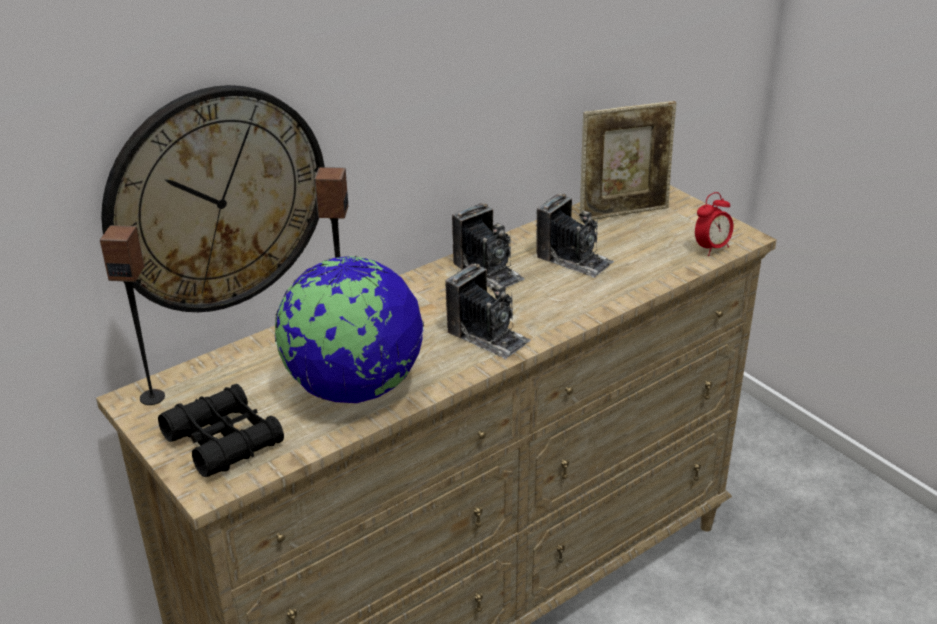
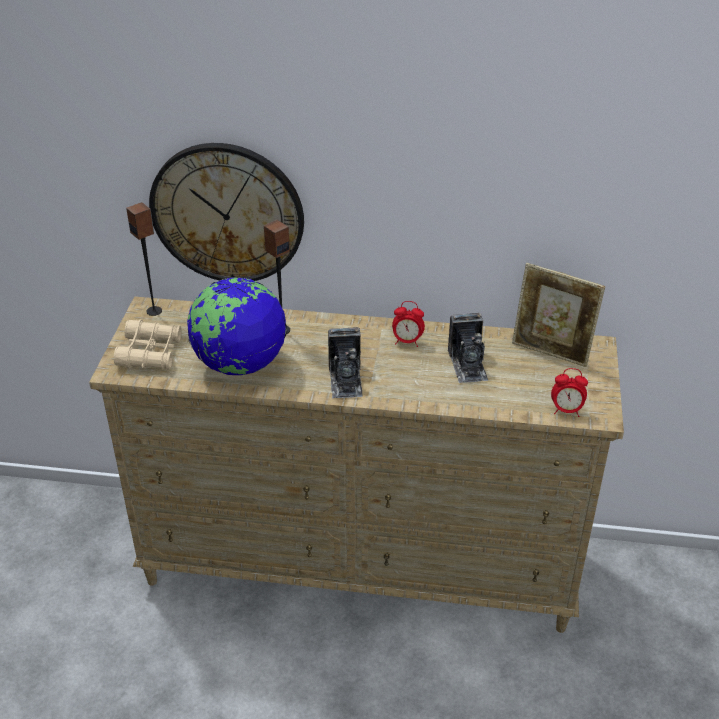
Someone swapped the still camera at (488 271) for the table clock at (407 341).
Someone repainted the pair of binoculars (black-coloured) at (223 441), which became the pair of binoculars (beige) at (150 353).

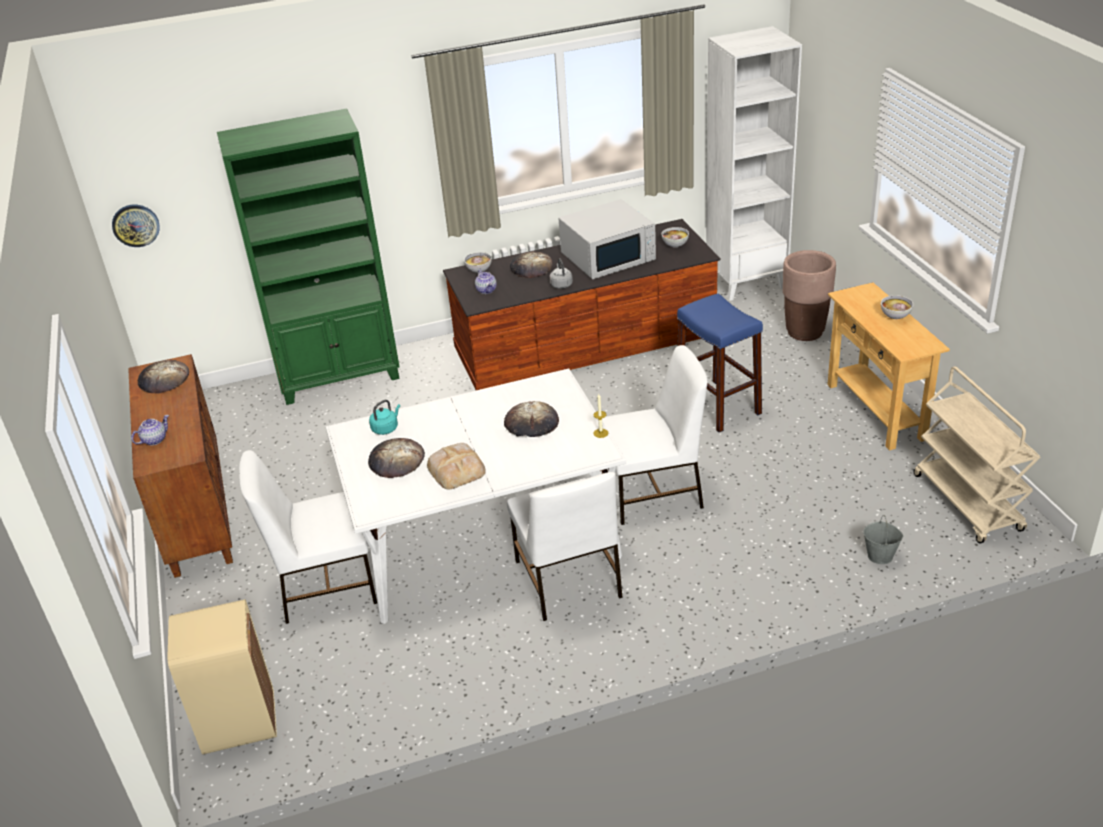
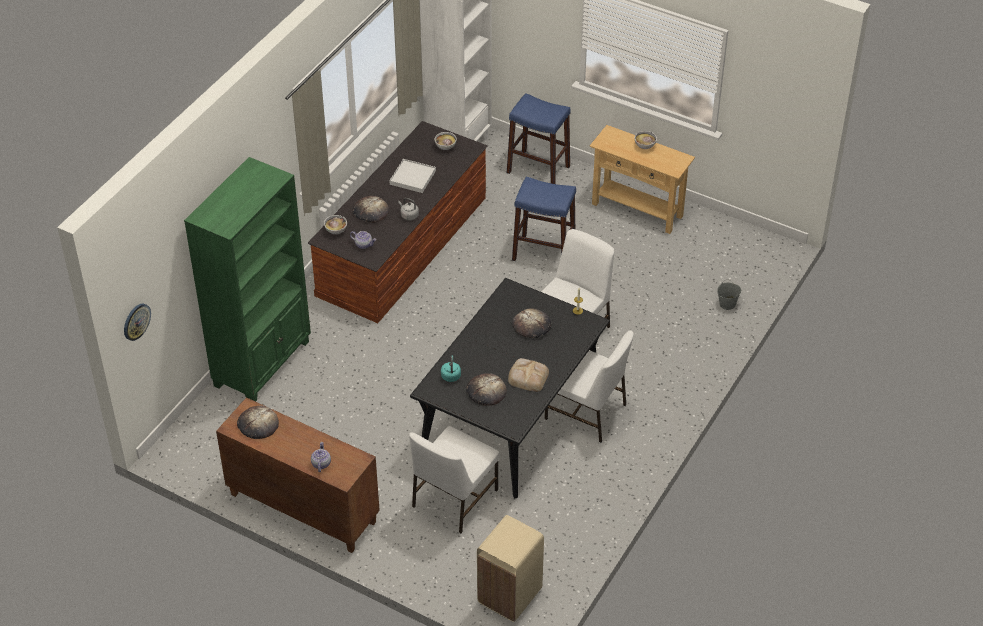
Someone took away the cart (beige) at (968 503).
Someone swapped the kitchen microwave (white-coloured) at (608 257) for the tray (white-coloured) at (412 177).
Someone swapped the plant pot (brown-coloured) at (804 332) for the sitting stool (bluish) at (538 169).
Someone repainted the dinner table (white-coloured) at (485 539), which became the dinner table (black-coloured) at (511 417).

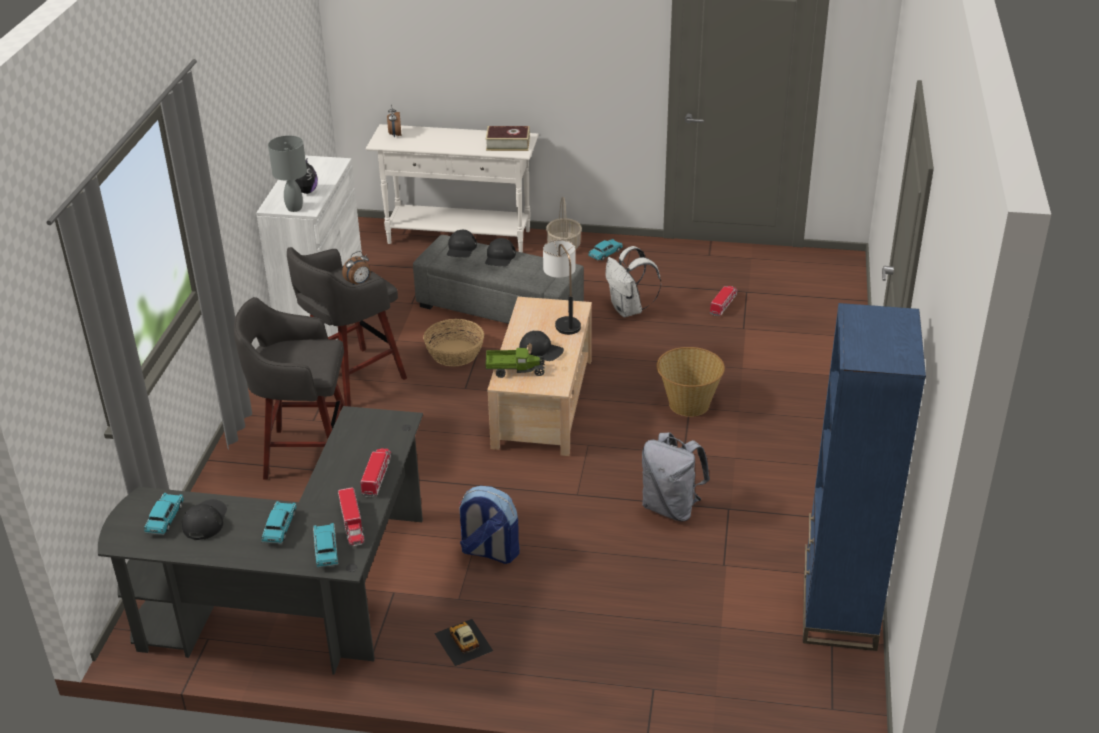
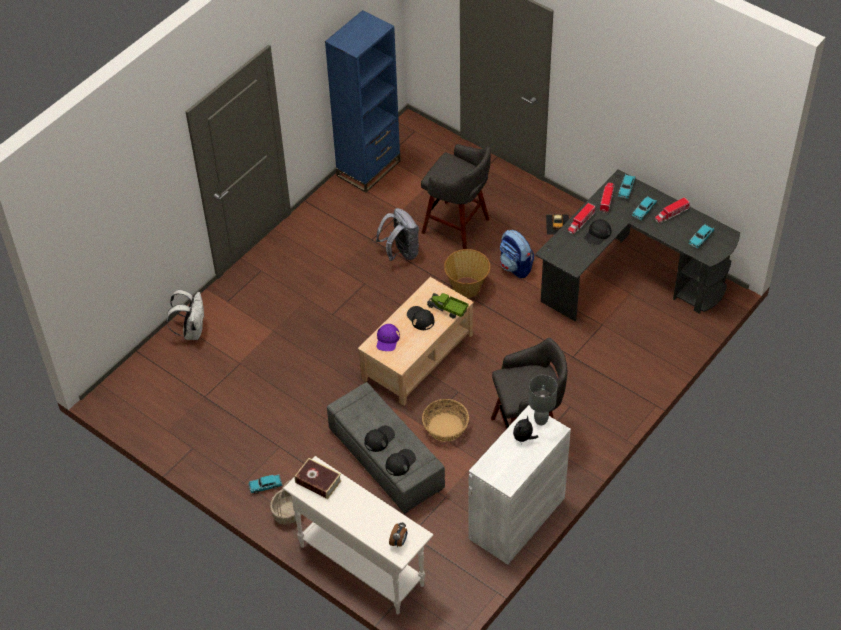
Someone took away the table clock at (359 283).
Someone carried the peaked cap (black-coloured) from (205 521) to (597 234).
Someone carried the sitting stool (gray) from (305 454) to (457 227).
Someone carried the rucksack (white-coloured) from (629 310) to (192 331).
Someone carried the household basket from (688 404) to (467 287).
Someone carried the toy lorry from (723 304) to (671 214).
Someone swapped the lamp for a table at (563 319) for the peaked cap (purplish) at (387 339).

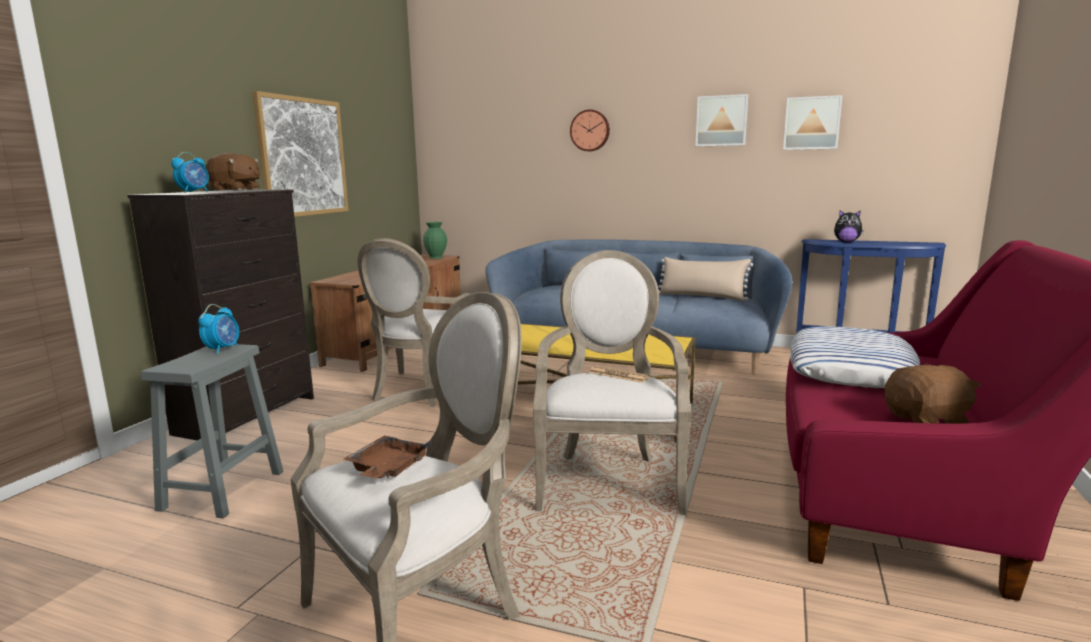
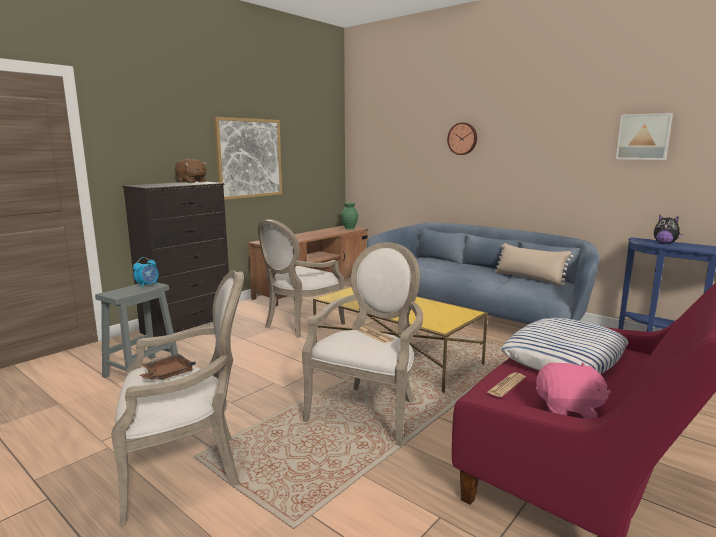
Someone took away the table clock at (194 192).
Someone took away the wall art at (721 121).
Someone put down the daily paper at (506 385).
Someone repainted the plush toy (brown-coloured) at (927 420), which became the plush toy (pinkish) at (568 409).

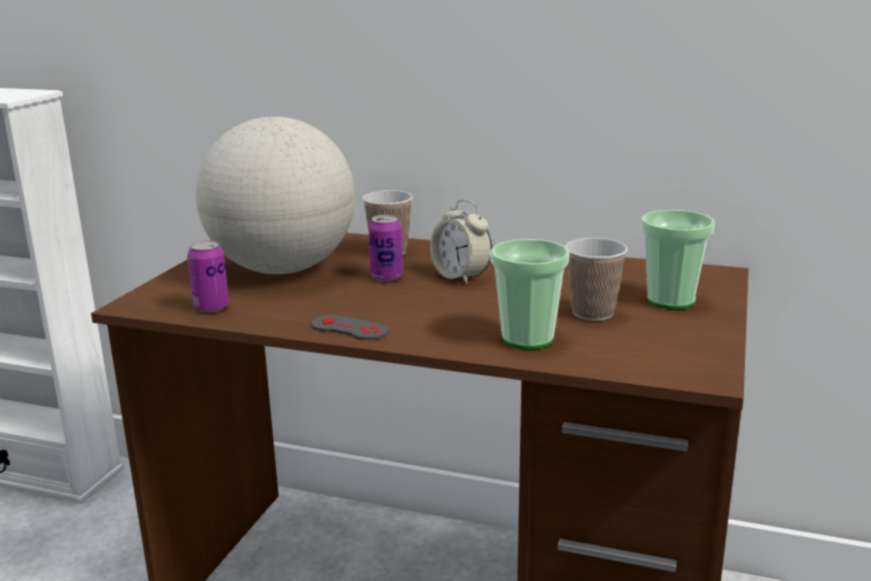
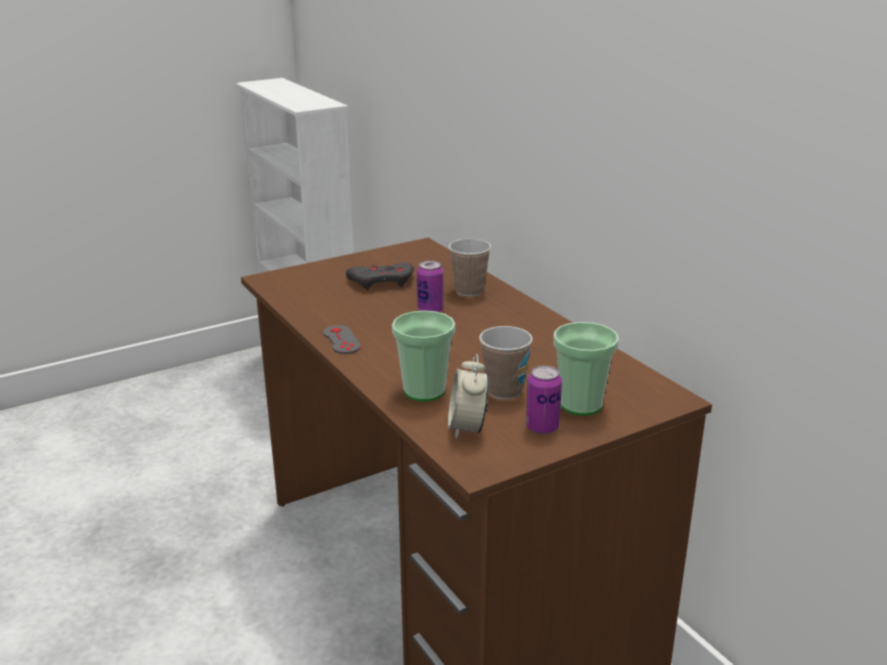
Someone carried the sealed can from (211 307) to (542 427).
Someone carried the table clock from (461 277) to (467 428).
Someone swapped the world globe at (282 269) for the gamepad (gray) at (382 282).

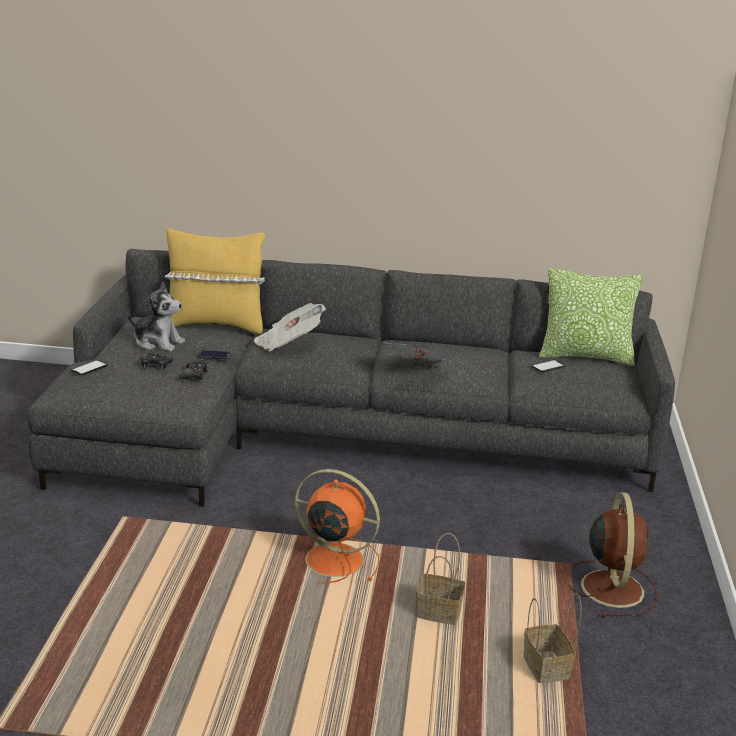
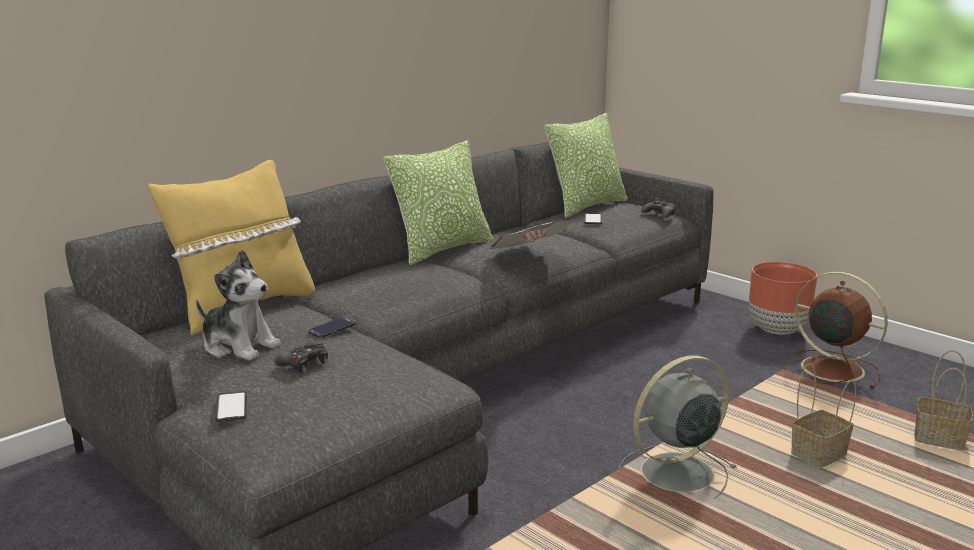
Someone took away the daily paper at (288 344).
Someone put down the pillow at (442 249).
Someone put down the plant pot (brown-coloured) at (777 330).
Someone carried the gamepad (black-coloured) from (194 375) to (659 214).
Someone repainted the cooling fan (orangey) at (331 560), which became the cooling fan (gray) at (674 475).
Someone rotated the plush toy at (158 343) by 60 degrees clockwise.

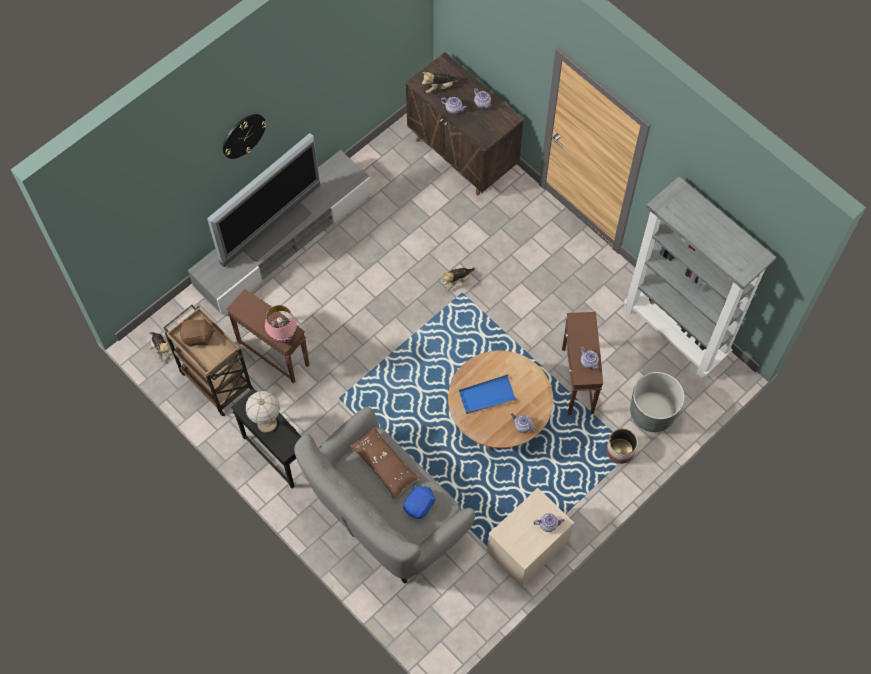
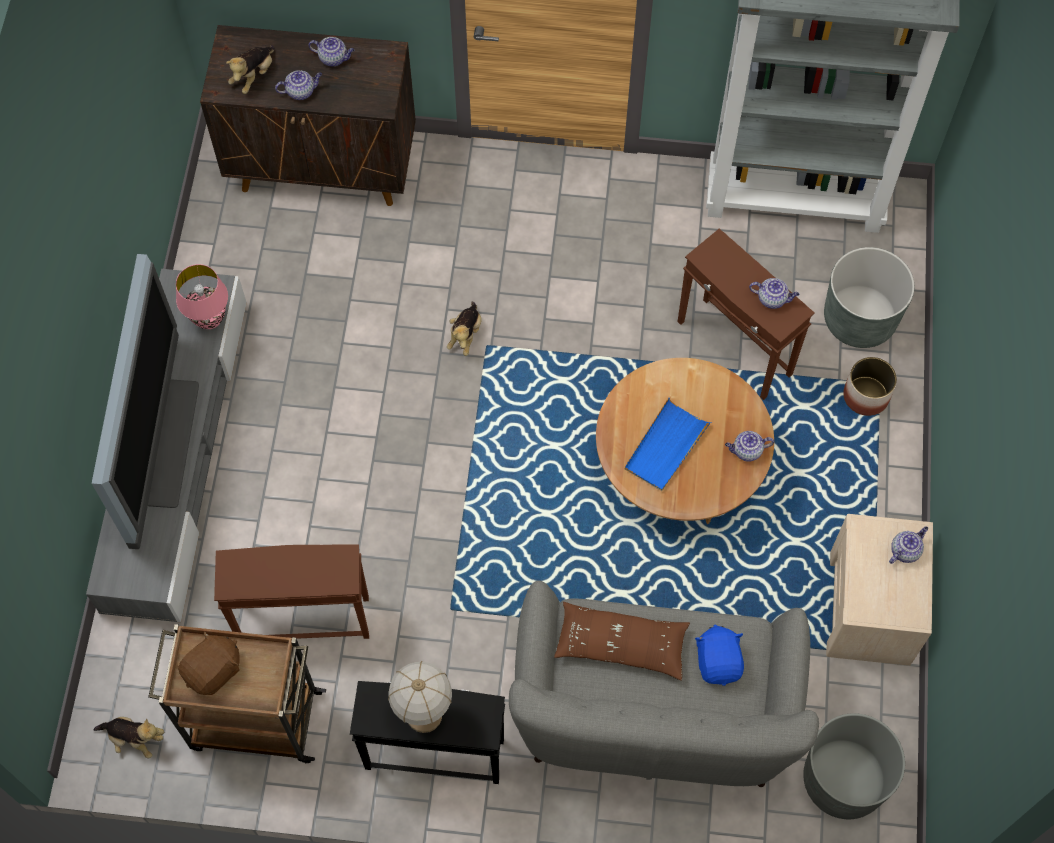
Someone took away the clock on the wall at (243 135).
Someone put down the plant pot (gray) at (843 780).
Someone carried the lamp for a table (pinkish) from (283 337) to (210 320).

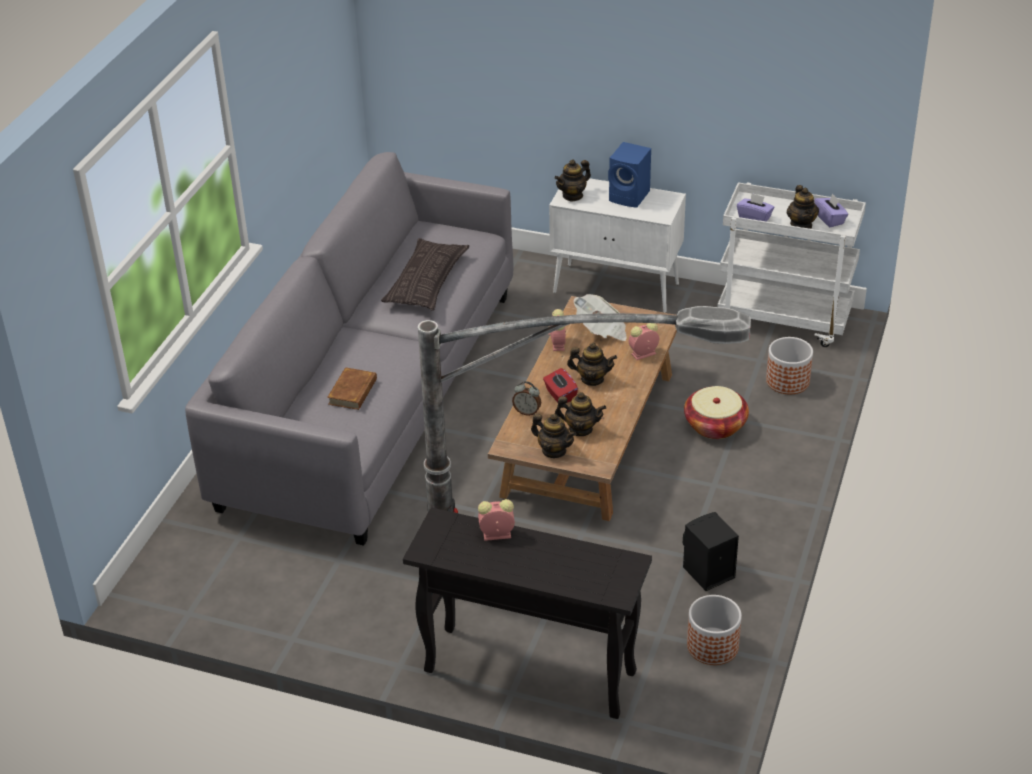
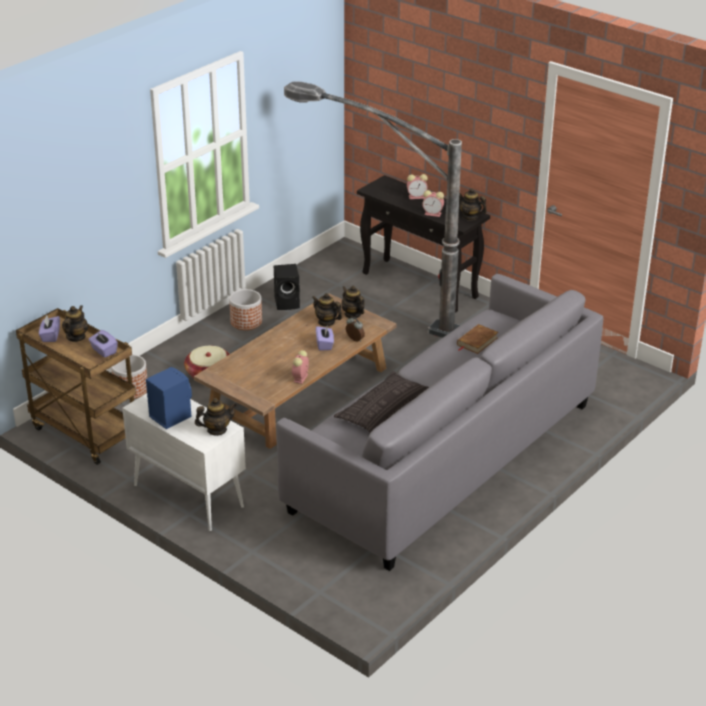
Someone took away the daily paper at (601 330).
Someone carried the tea pot from (592 379) to (470 217).
Someone carried the table clock from (643 354) to (417 197).
Someone carried the plant pot from (713 646) to (246 322).
Someone repainted the tissue holder (red) at (560 395), which became the tissue holder (purplish) at (324 344).
Someone repainted the cart (white-coloured) at (785 320), which became the cart (brown-coloured) at (83 433).

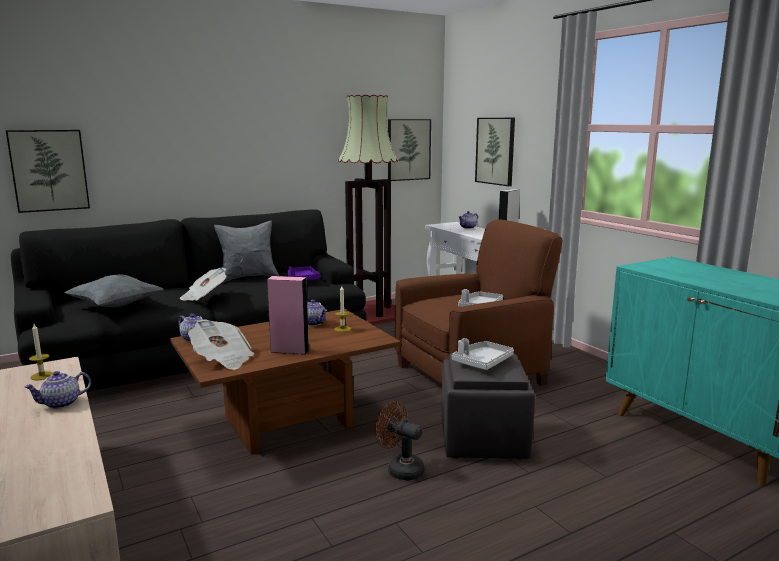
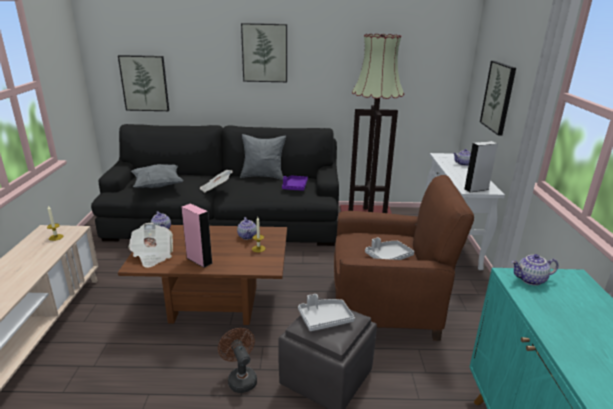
Someone carried the tea pot from (61 404) to (530 280).
Someone carried the wall art from (408 149) to (264 53).

